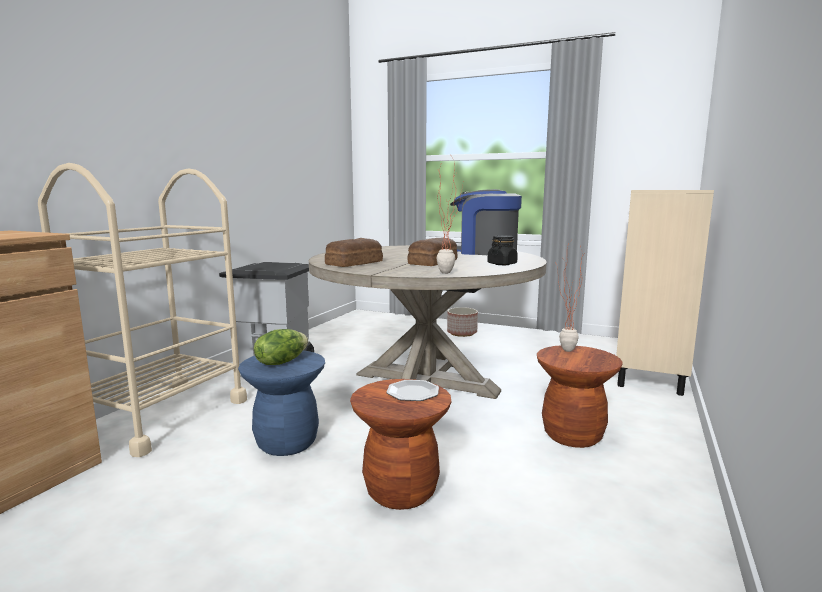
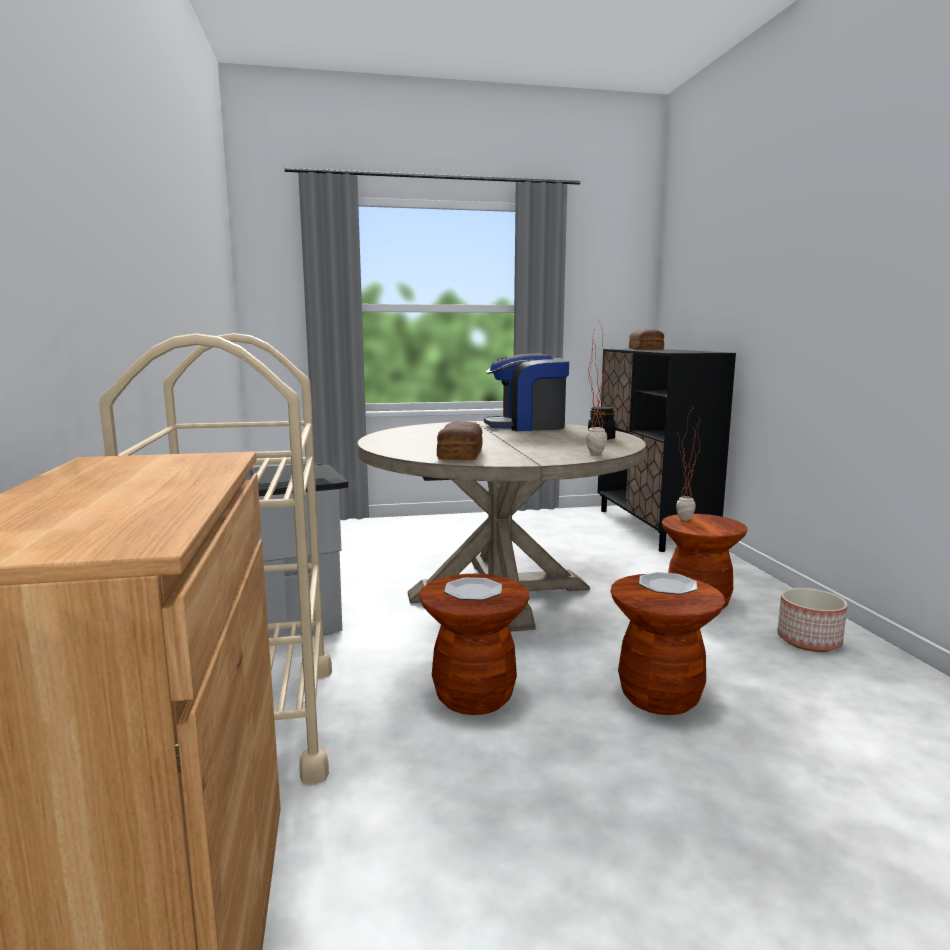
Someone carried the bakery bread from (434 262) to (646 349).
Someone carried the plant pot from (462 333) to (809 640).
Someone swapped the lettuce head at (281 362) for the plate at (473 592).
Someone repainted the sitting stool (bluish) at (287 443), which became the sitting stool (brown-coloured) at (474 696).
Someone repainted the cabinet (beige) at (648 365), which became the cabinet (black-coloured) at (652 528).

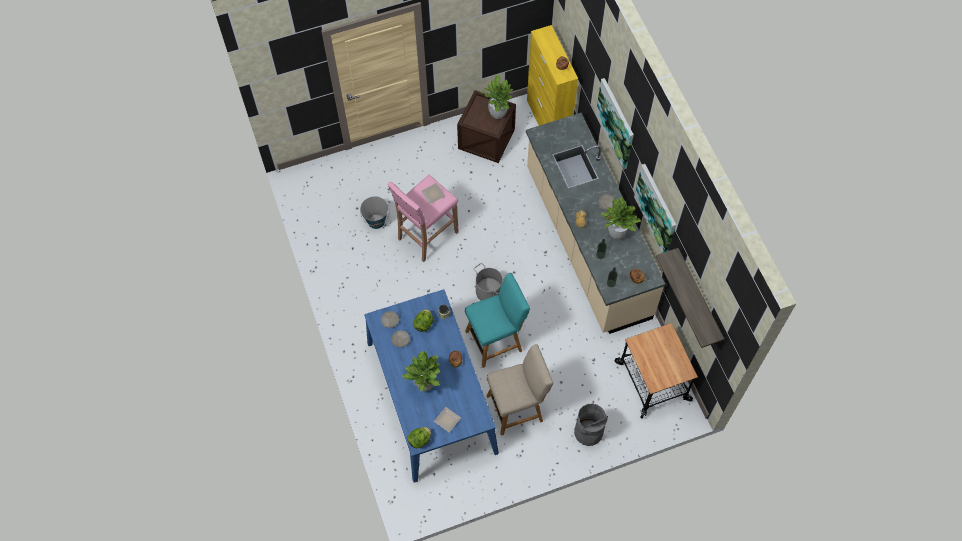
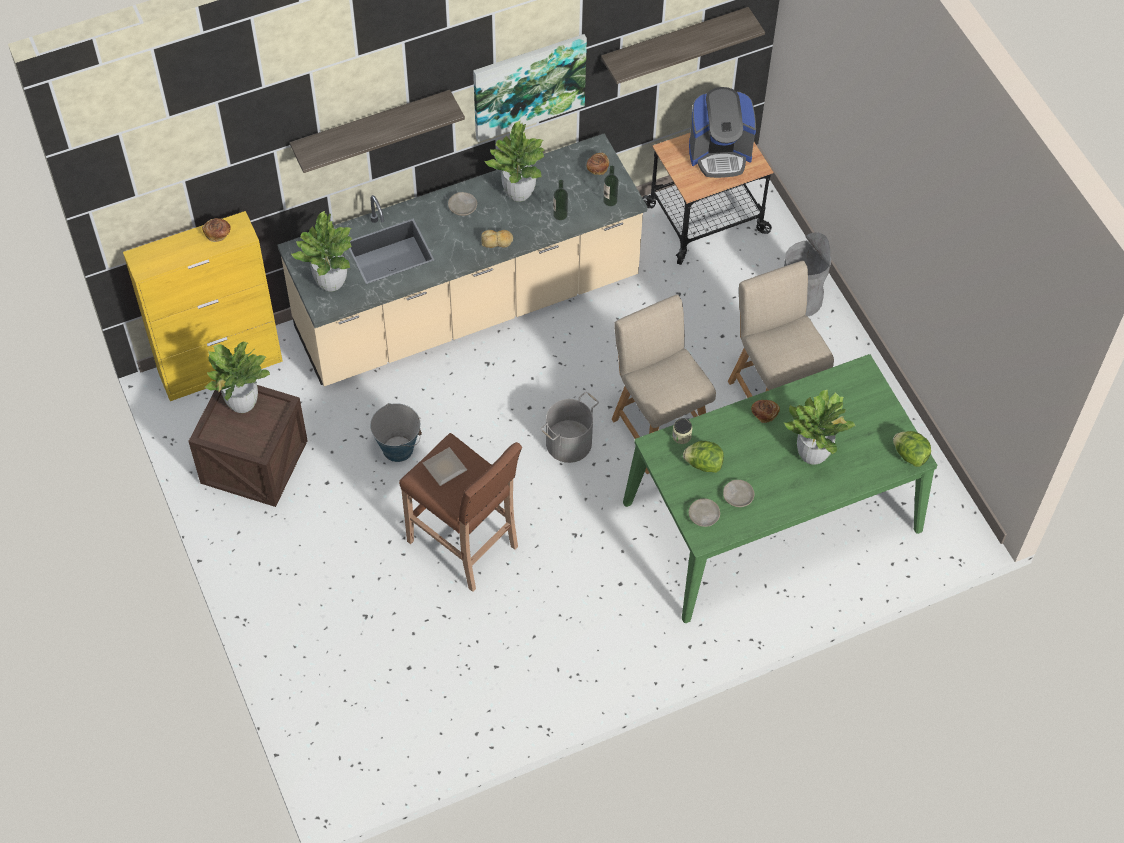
Someone took away the plate at (447 419).
Someone put down the houseplant at (331 283).
Someone put down the coffee maker at (720 153).
Someone carried the bucket from (376 221) to (398 448).
Someone swapped the wall art at (616 123) for the shelf at (371 128).
Someone repainted the dinner table (bluish) at (431 397), which became the dinner table (greenish) at (772 516).
Someone repainted the sitting stool (pinkish) at (426 236), which became the sitting stool (brown-coloured) at (464 545).
Someone repainted the upright chair (turquoise) at (496 340), which became the upright chair (beige) at (658 427).

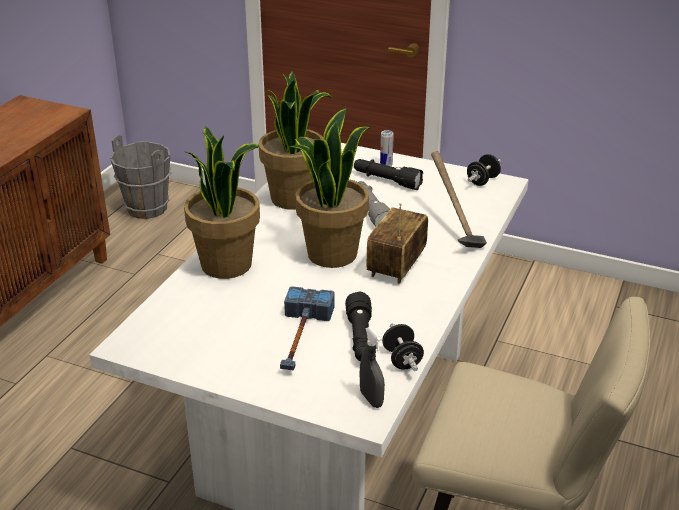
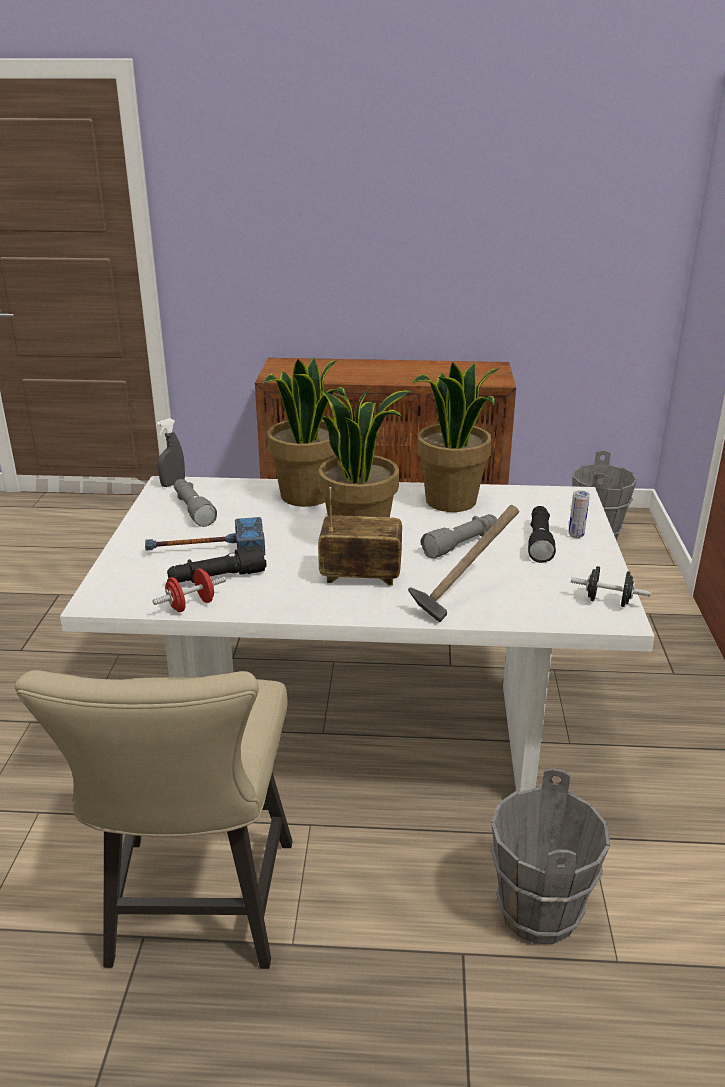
Someone put down the hand torch (gray) at (193 510).
Someone put down the bucket (gray) at (537 912).
Someone carried the spray bottle (gray) from (371 399) to (173 484).
Someone repainted the free weight (black-coloured) at (402 359), which became the free weight (red) at (191 605).

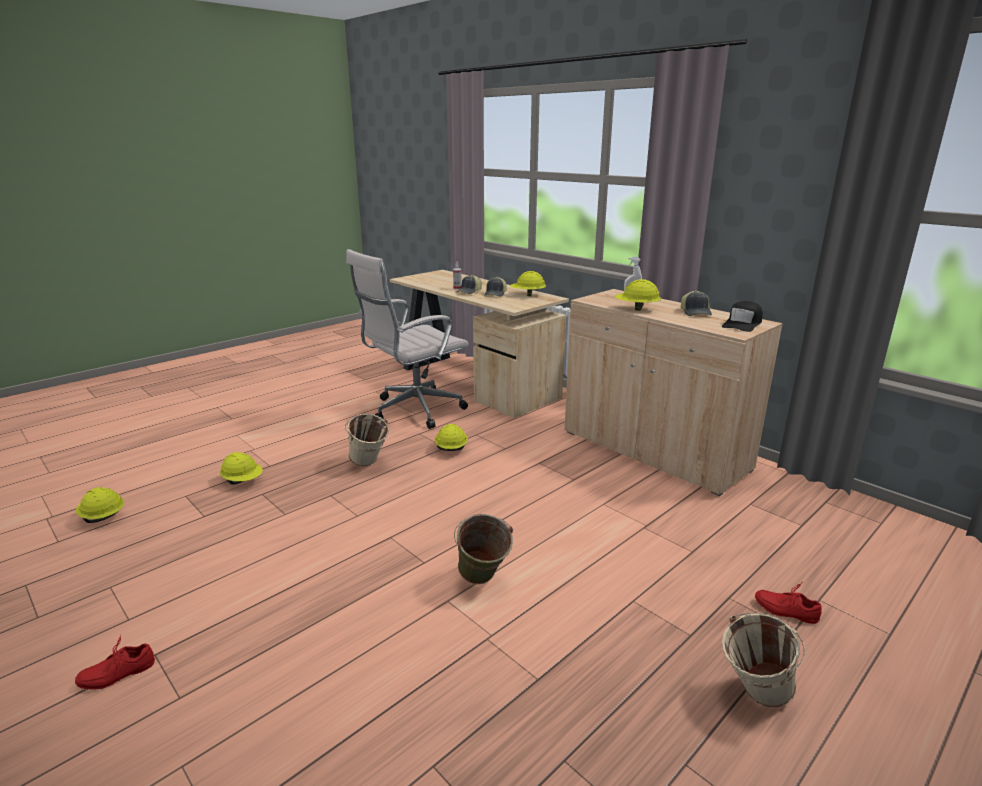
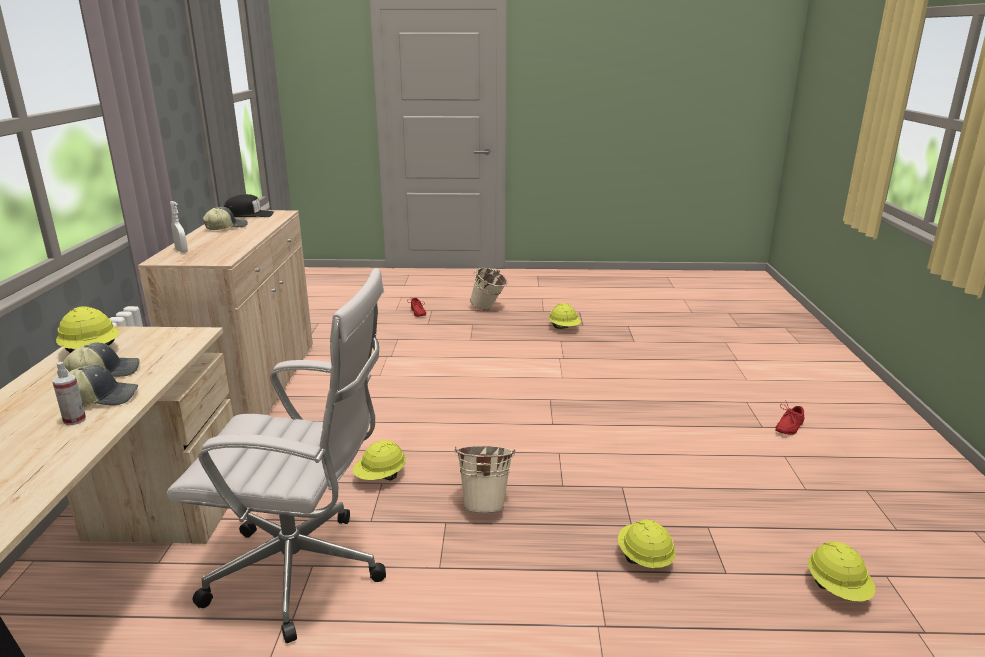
Someone took away the bucket (greenish) at (482 582).
Someone carried the hard hat (yellow-coloured) from (636 309) to (564 328).
Someone rotated the item of footwear (red) at (117 673) by 120 degrees clockwise.

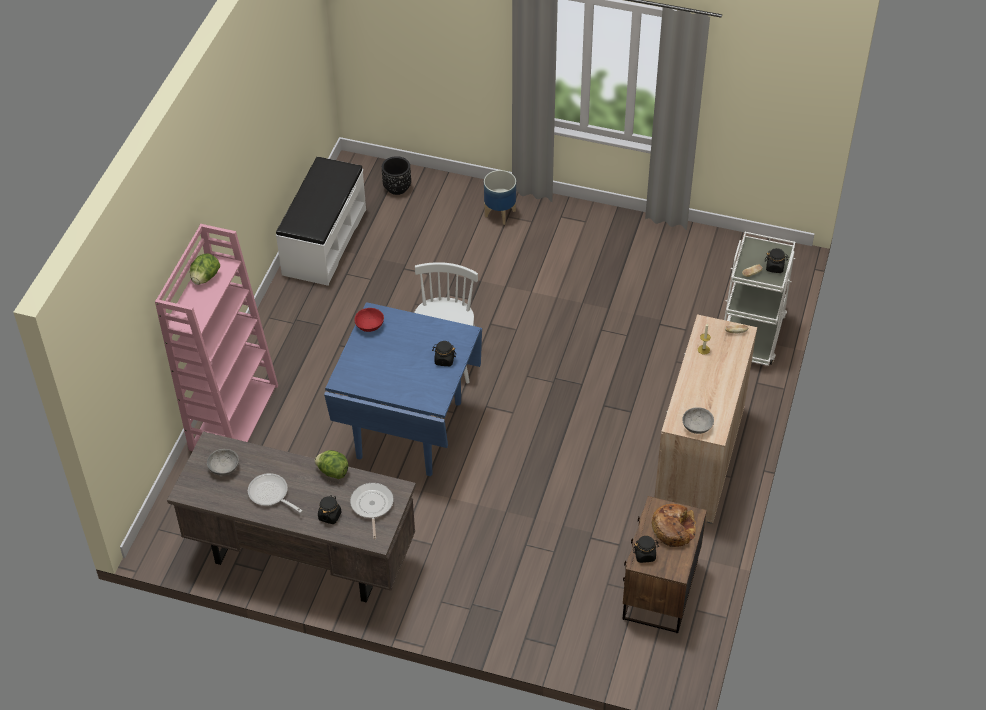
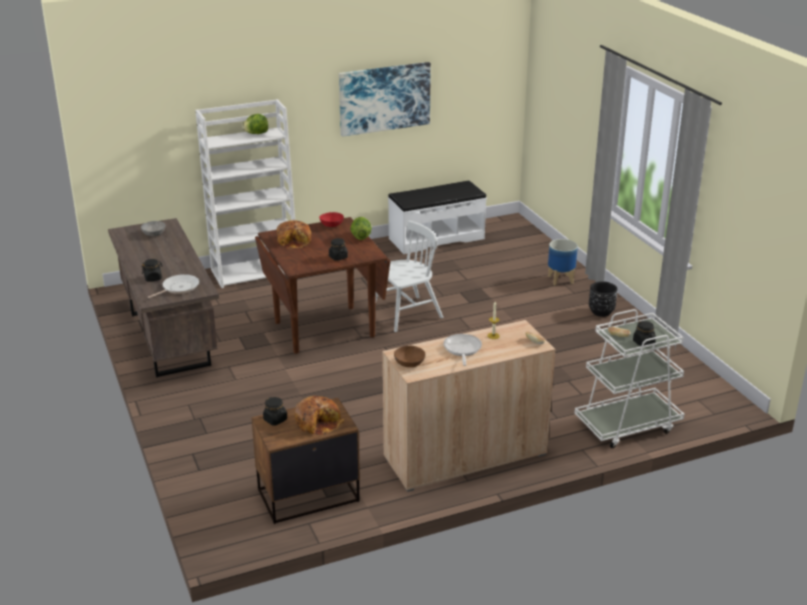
Someone put down the bakery bread at (295 241).
Someone put up the wall art at (384 98).
Someone carried the pan from (271 494) to (462 350).
Someone carried the lettuce head from (332 472) to (360 237).
Someone carried the plant pot (black-coloured) from (397 188) to (601 312).
Someone repainted the shelving unit (pinkish) at (233 416), which became the shelving unit (white-coloured) at (255 271).
Someone repainted the dinner table (bluish) at (408 429), which became the dinner table (brown-coloured) at (324 328).
Someone repainted the bowl (gray) at (696 426), which became the bowl (brown-coloured) at (409 363).

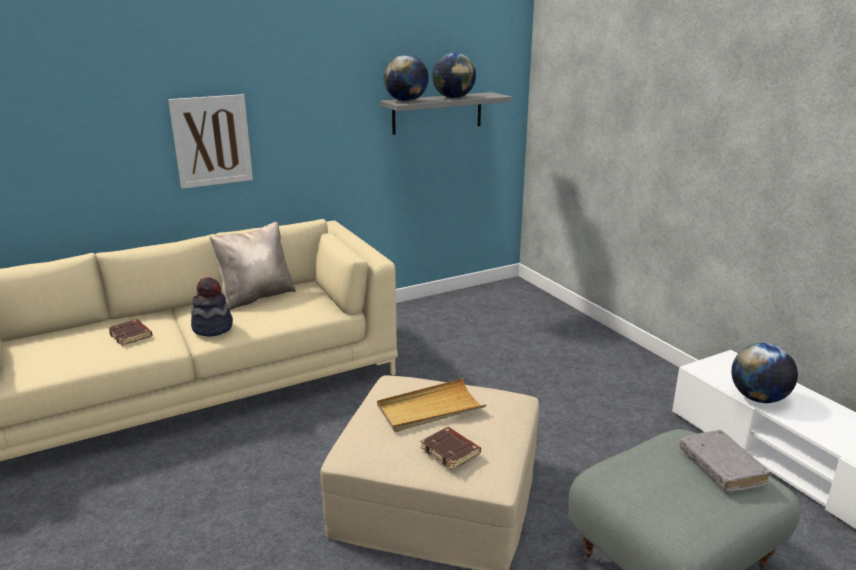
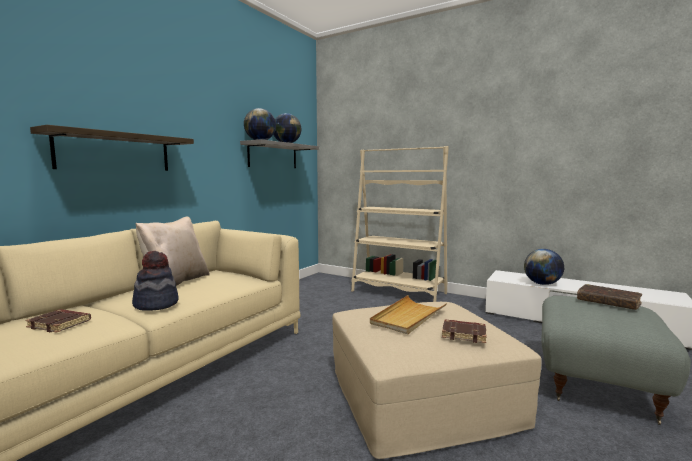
Someone put down the shelving unit (beige) at (398 292).
Someone swapped the wall art at (212 141) for the shelf at (115 152).
Someone repainted the bound book (gray) at (721 467), which became the bound book (brown-coloured) at (608 302).

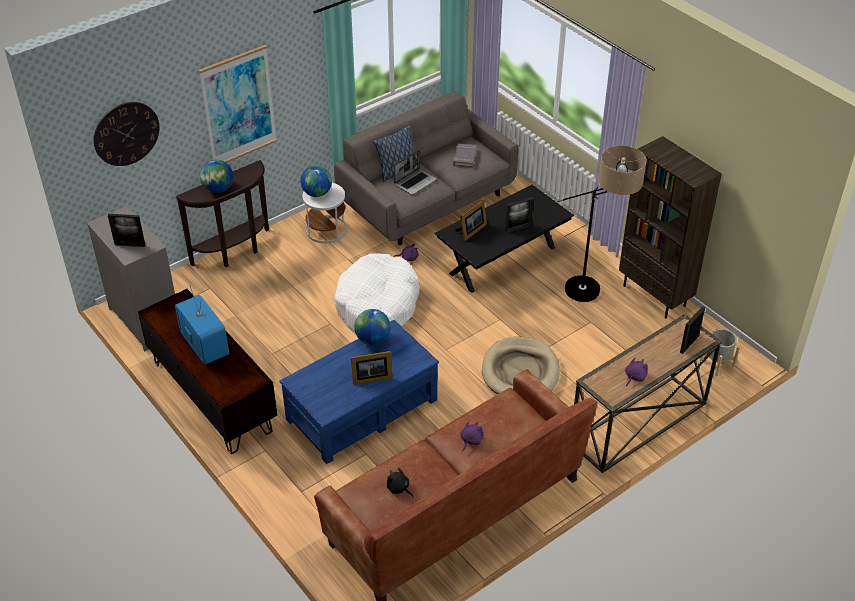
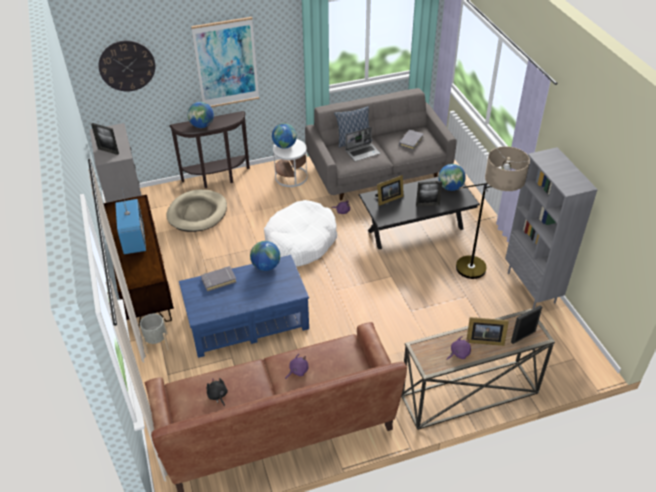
Someone put down the bound book (gray) at (218 280).
Someone put down the world globe at (450 188).
Someone carried the photo frame from (370 377) to (483 339).
Someone carried the pet bed (beige) from (520 372) to (197 213).
Someone carried the plant pot (gray) from (717 363) to (157 343).
Someone repainted the shelving unit (brown-coloured) at (655 296), which became the shelving unit (gray) at (532 288).

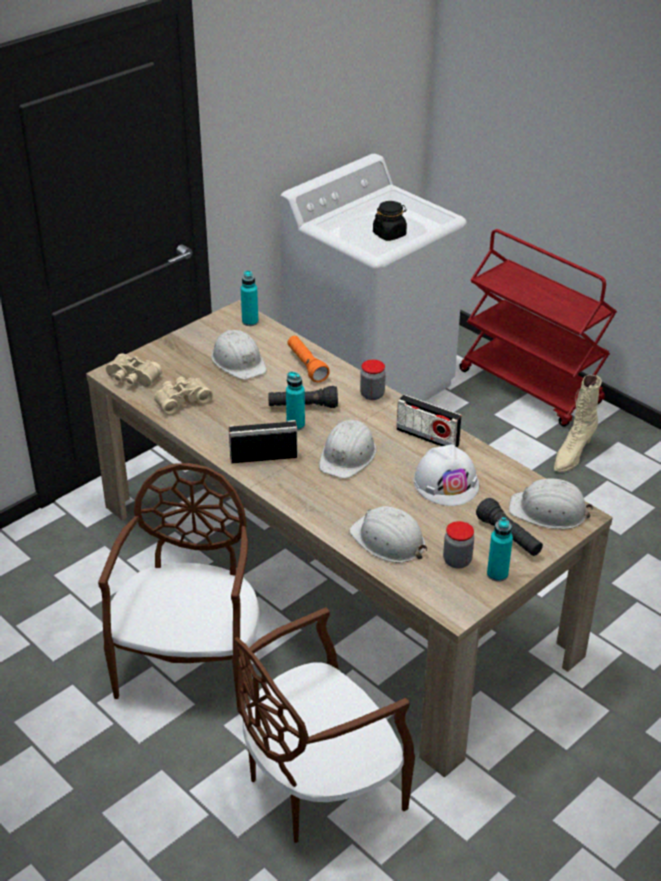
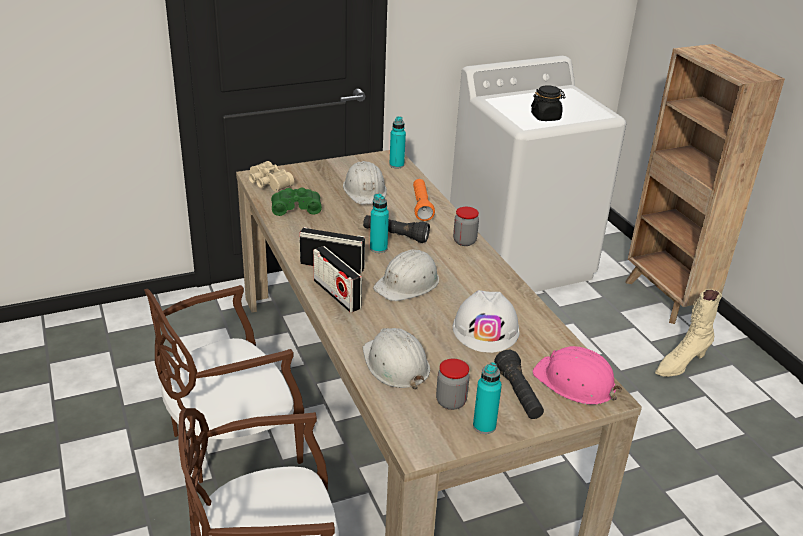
Someone carried the radio from (427 437) to (337 294).
Someone swapped the cart (red) at (531 387) for the shelving unit (brown-coloured) at (667 298).
Someone repainted the pair of binoculars (beige) at (181 400), which became the pair of binoculars (greenish) at (296 207).
Someone repainted the hard hat (white-coloured) at (549 511), which became the hard hat (pinkish) at (575 382).
Someone rotated the upright chair (brown-coloured) at (190 663) by 150 degrees counterclockwise.

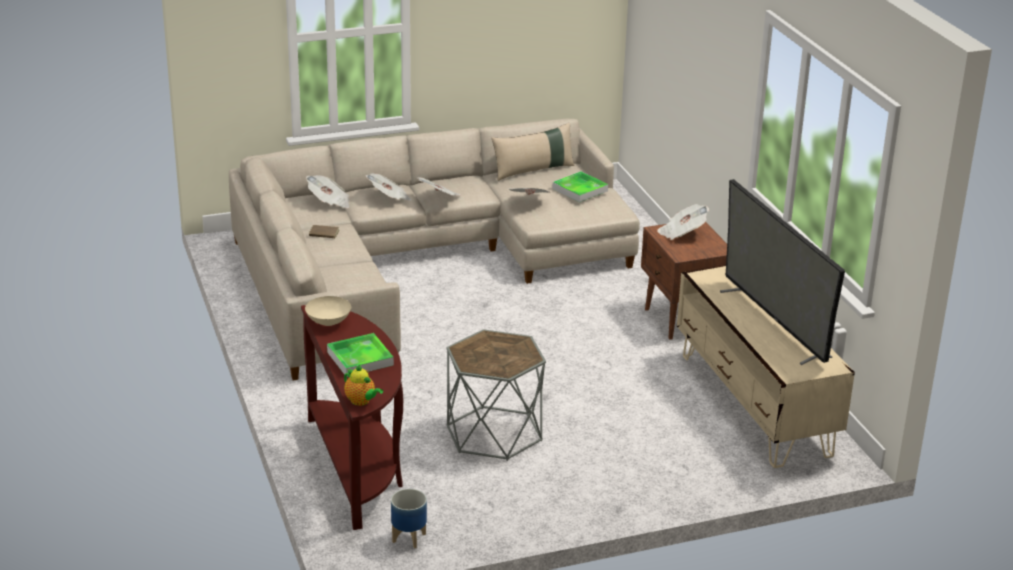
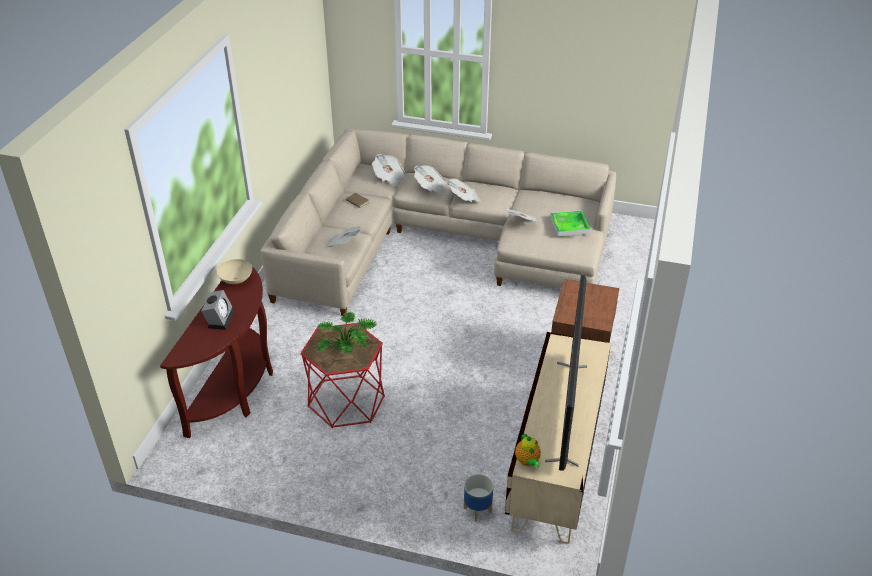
Someone took away the pillow (beige) at (533 170).
Someone put down the houseplant at (347 351).
Someone carried the tea pot from (361 401) to (527 461).
Someone carried the plant pot from (408 538) to (477 510).
Someone carried the daily paper from (682 233) to (343 244).
Someone swapped the tray at (360 358) for the table clock at (220 318).
Someone repainted the side table (gray) at (494 433), which became the side table (red) at (346 401).

